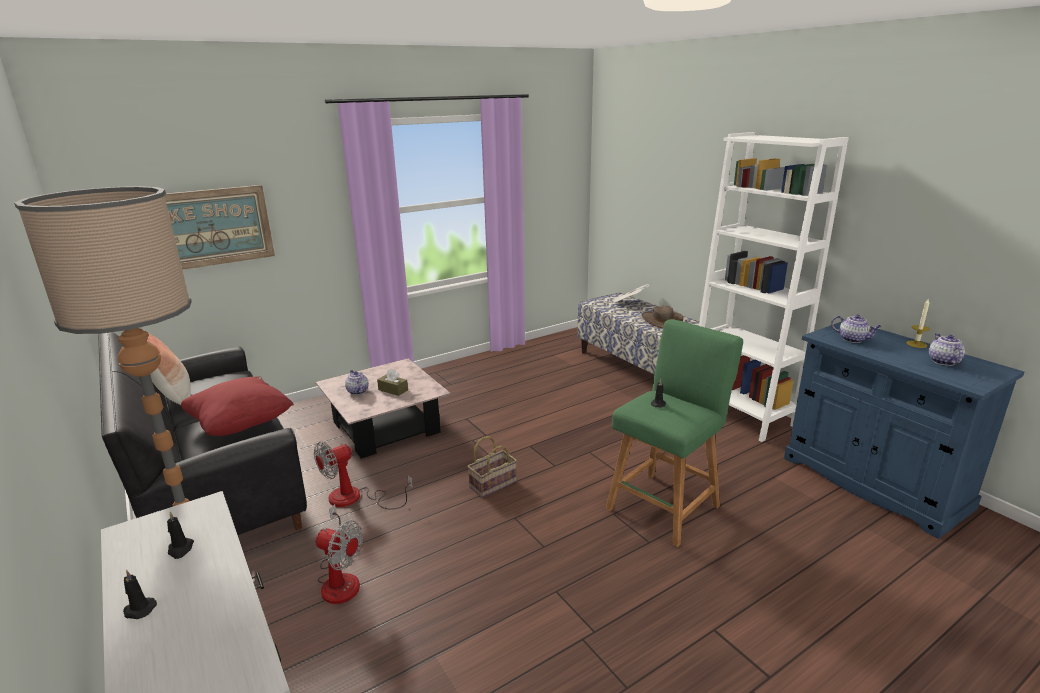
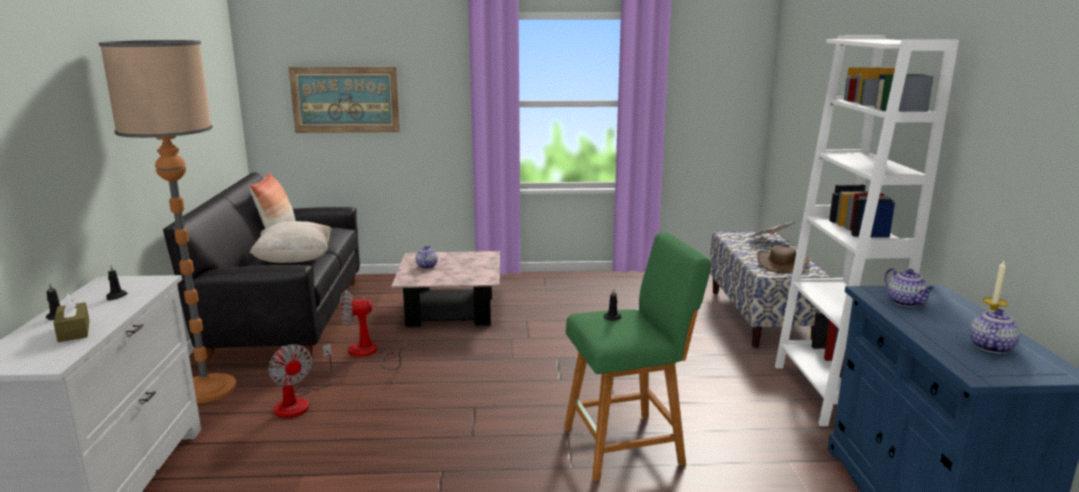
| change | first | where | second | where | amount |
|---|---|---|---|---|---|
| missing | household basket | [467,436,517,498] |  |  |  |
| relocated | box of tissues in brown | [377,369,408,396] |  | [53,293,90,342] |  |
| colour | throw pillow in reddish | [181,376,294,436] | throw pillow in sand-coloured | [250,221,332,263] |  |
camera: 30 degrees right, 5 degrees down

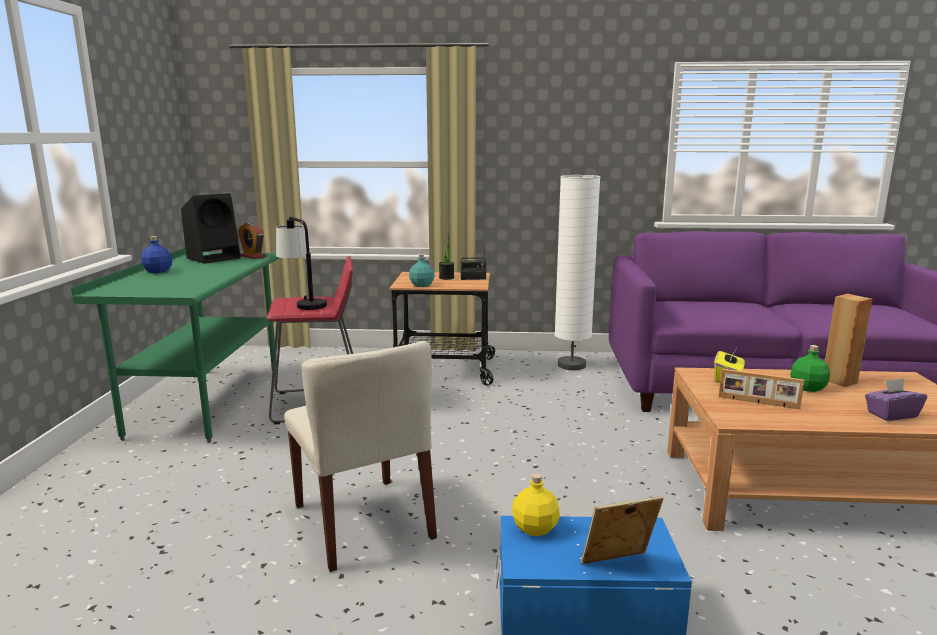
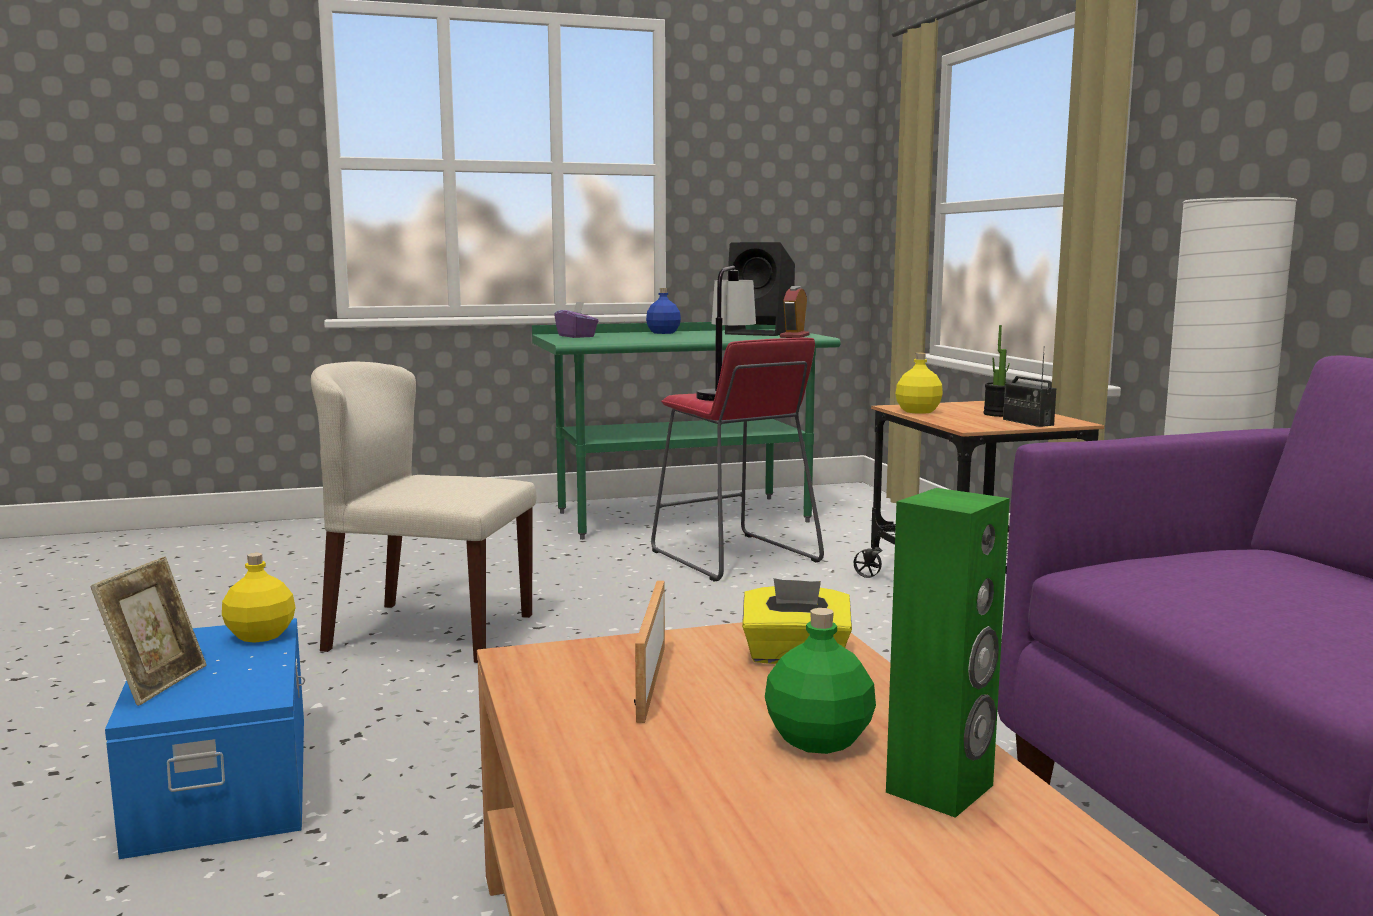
| change | first | where | second | where | amount |
|---|---|---|---|---|---|
| relocated | box of tissues in purplish | [865,378,927,421] |  | [554,302,599,338] |  |
| colour | beverage bottle in turquoise | [409,254,435,287] | beverage bottle in yellow-coloured | [895,353,943,414] |  |
| colour | audio speaker in brown | [825,294,872,387] | audio speaker in green-coloured | [886,488,1010,818] |  |
| spun | upright chair in sand-coloured | [284,341,437,572] |  | [311,362,536,663] | 60 degrees clockwise |
| spun | picture frame | [581,496,664,564] |  | [90,557,207,706] | 45 degrees clockwise |
camera: 70 degrees right, 5 degrees down

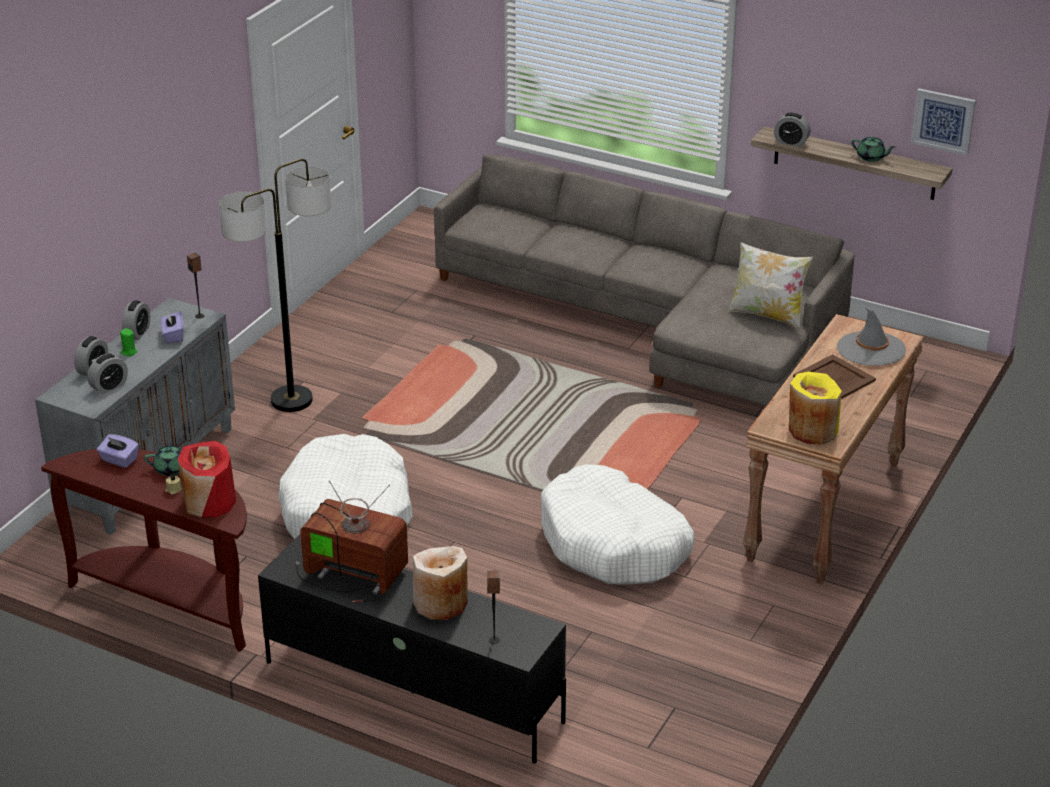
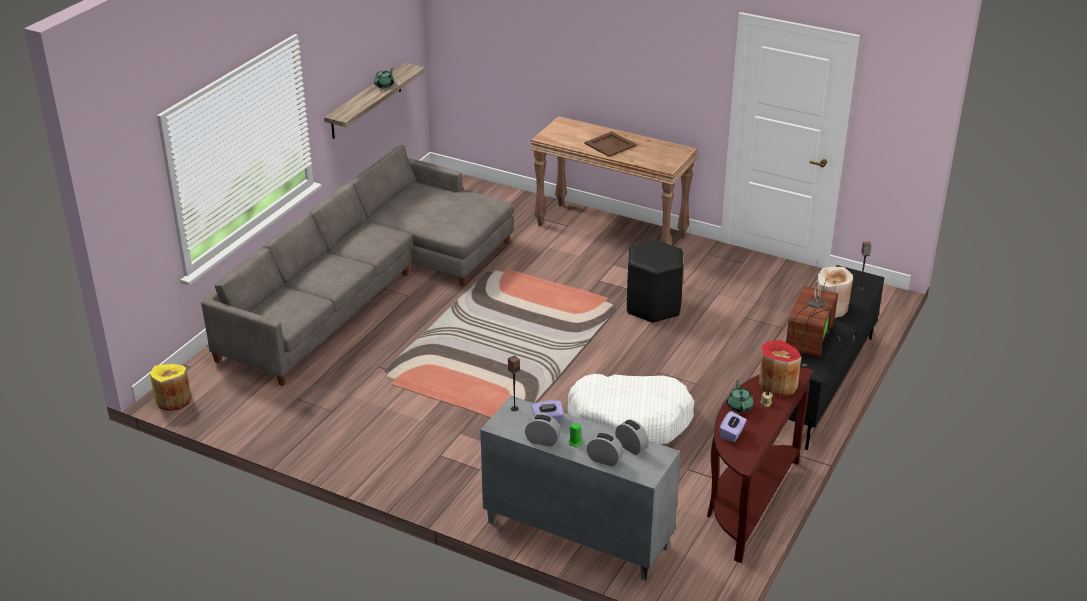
| change | first | where | second | where | amount |
|---|---|---|---|---|---|
| missing | floor lamp | [219,159,331,412] |  |  |  |
| missing | throw pillow | [728,242,813,329] |  |  |  |
| missing | bedside clock | [774,113,810,147] |  |  |  |
| missing | wearable hat in greyish | [837,308,906,366] |  |  |  |
| missing | wall picture | [911,88,976,156] |  |  |  |
| relocated | decorative vase in yellow-coloured | [789,372,842,445] |  | [150,364,192,411] |  |
| exchanged | dog cushion in white | [541,464,695,585] | stool seat in black | [627,240,683,323] |  |
camera: 90 degrees left, 0 degrees up

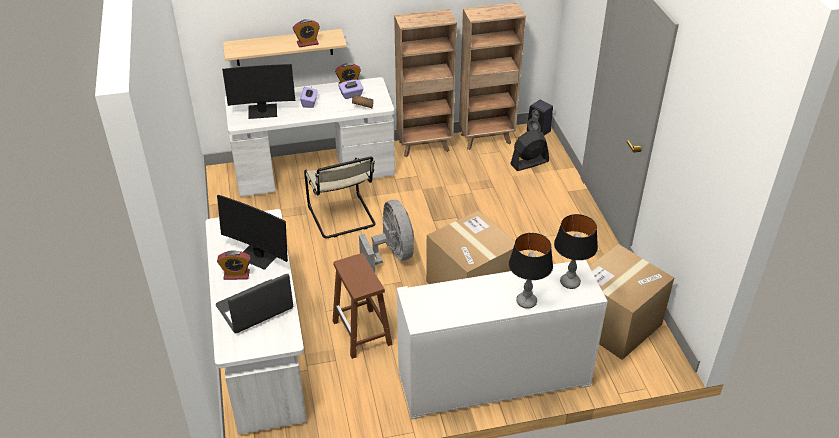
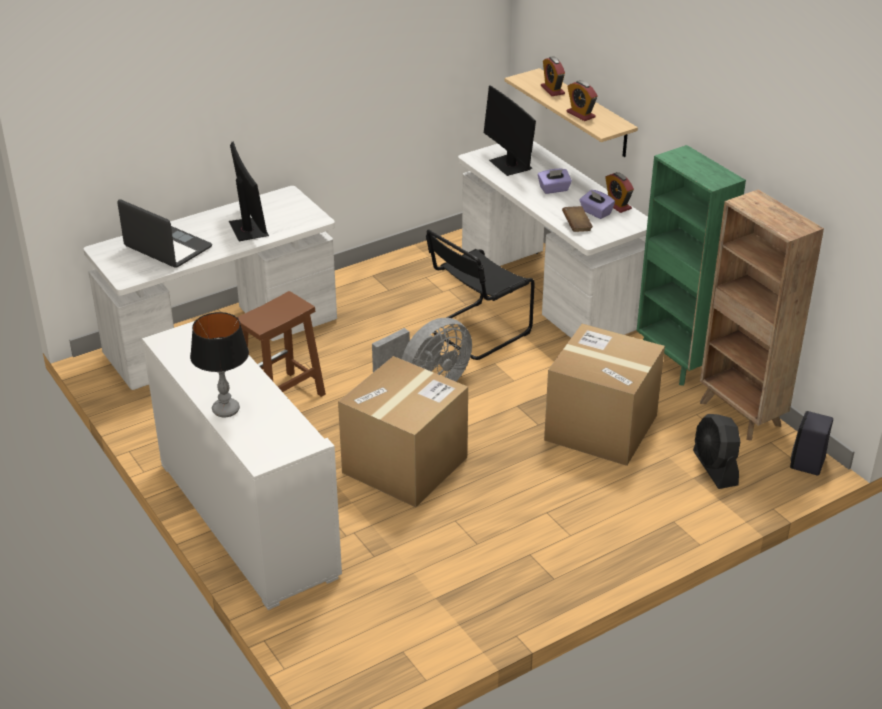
| change | first | where | second | where | amount |
|---|---|---|---|---|---|
| missing | lamp for a table | [554,214,598,289] |  |  |  |
| relocated | bedside clock | [217,250,251,280] |  | [541,56,565,96] |  |
| relocated | packing box | [589,244,674,360] |  | [544,324,665,466] |  |
| colour | upright chair in sand-coloured | [304,156,375,238] | upright chair in black | [426,230,535,360] |  |
| colour | shelving unit in brown | [394,9,457,157] | shelving unit in green-coloured | [637,145,746,386] |  |
| spun | monitor | [217,195,288,270] |  | [229,141,269,241] | 150 degrees clockwise |
| spun | cooling fan in black | [510,130,549,171] |  | [693,414,740,489] | 150 degrees counterclockwise |
camera: 70 degrees right, 5 degrees down

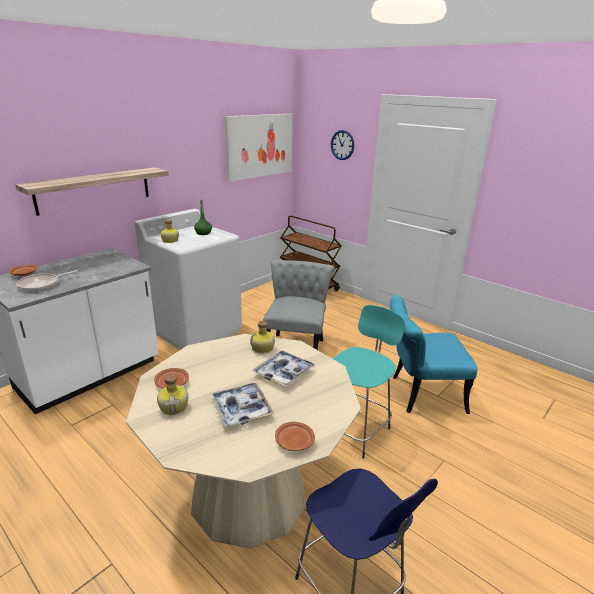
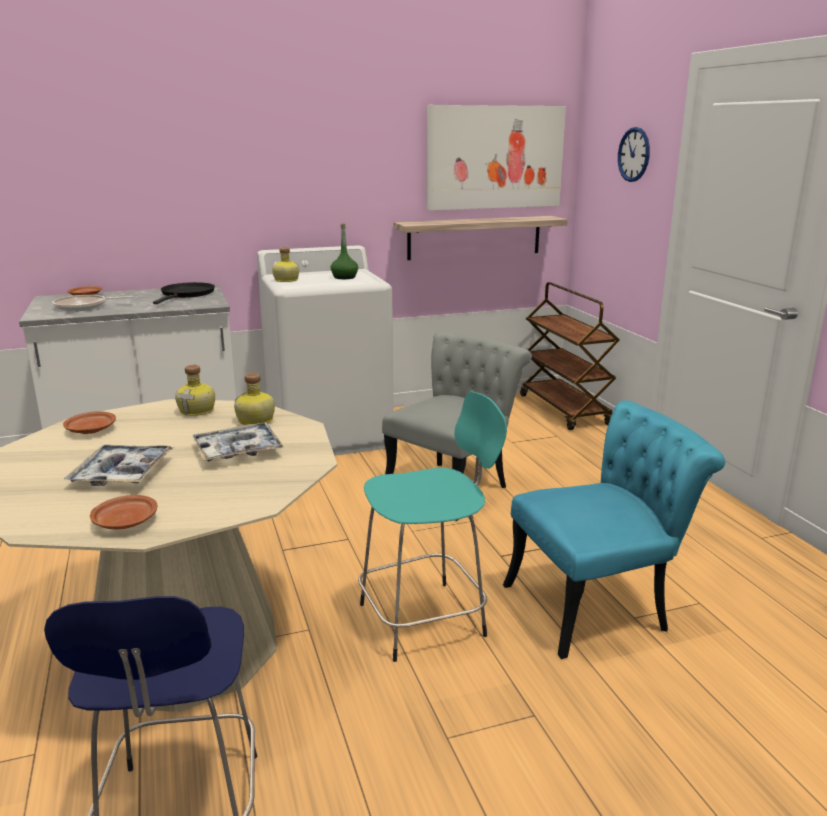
| change | first | where | second | where | amount |
|---|---|---|---|---|---|
| appeared |  |  | pan in black | [153,282,215,304] |  |
| relocated | bracket shelf | [15,167,169,216] |  | [394,216,568,260] |  |
| relocated | beverage bottle | [157,374,188,415] |  | [175,365,215,416] |  |
| spun | upright chair in turquoise | [390,295,477,414] |  | [503,400,725,659] | 135 degrees clockwise |
camera: 30 degrees right, 5 degrees down

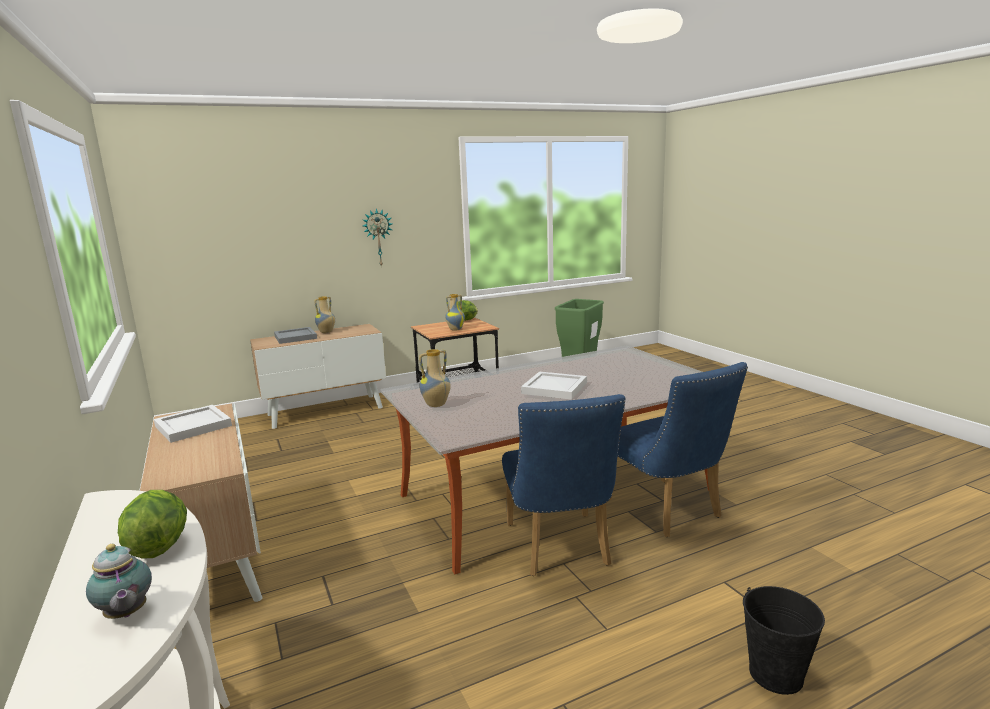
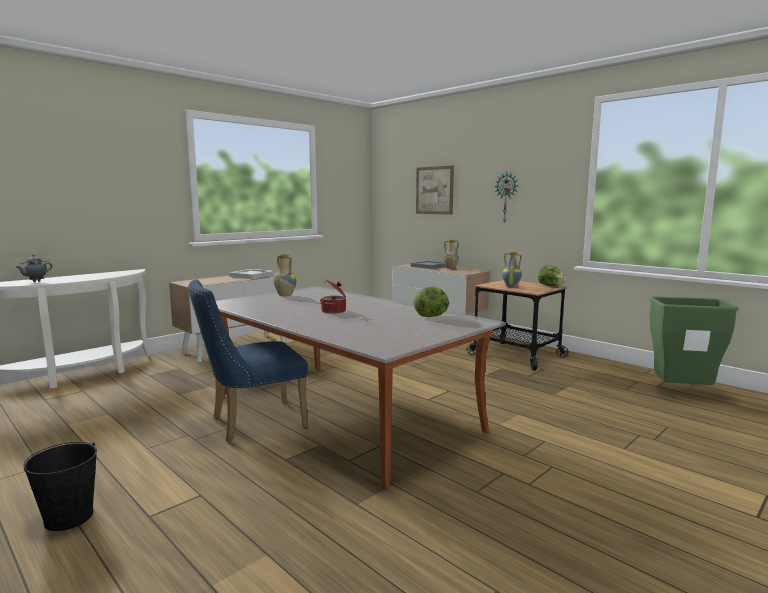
| change | first | where | second | where | amount |
|---|---|---|---|---|---|
| missing | upright chair in blue | [610,362,748,537] |  |  |  |
| appeared |  |  | wall picture | [416,166,454,215] |  |
| relocated | head of lettuce | [118,490,187,559] |  | [414,286,449,317] |  |
| exchanged | carrying tray in white | [521,371,587,400] | stockpot | [320,279,346,314] |  |
camera: 70 degrees right, 5 degrees down

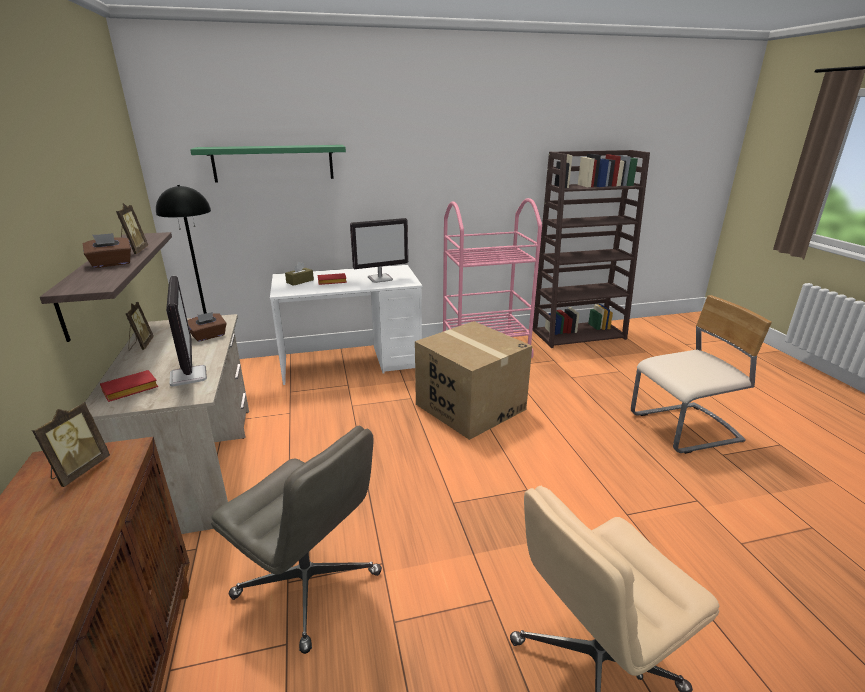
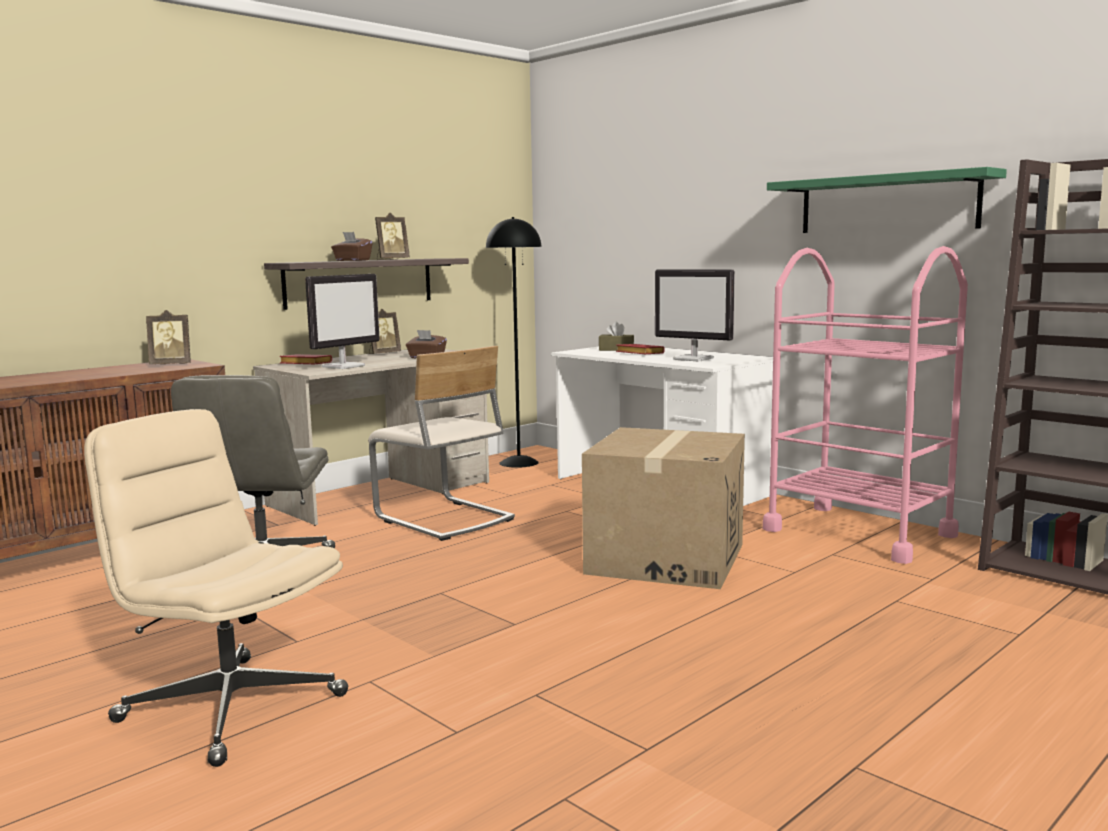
| change | first | where | second | where | amount |
|---|---|---|---|---|---|
| relocated | bracket shelf in green-coloured | [190,145,346,182] |  | [767,167,1007,233] |  |
| relocated | upright chair in sand-coloured | [631,295,772,454] |  | [368,346,515,541] |  |
camera: 60 degrees right, 15 degrees down

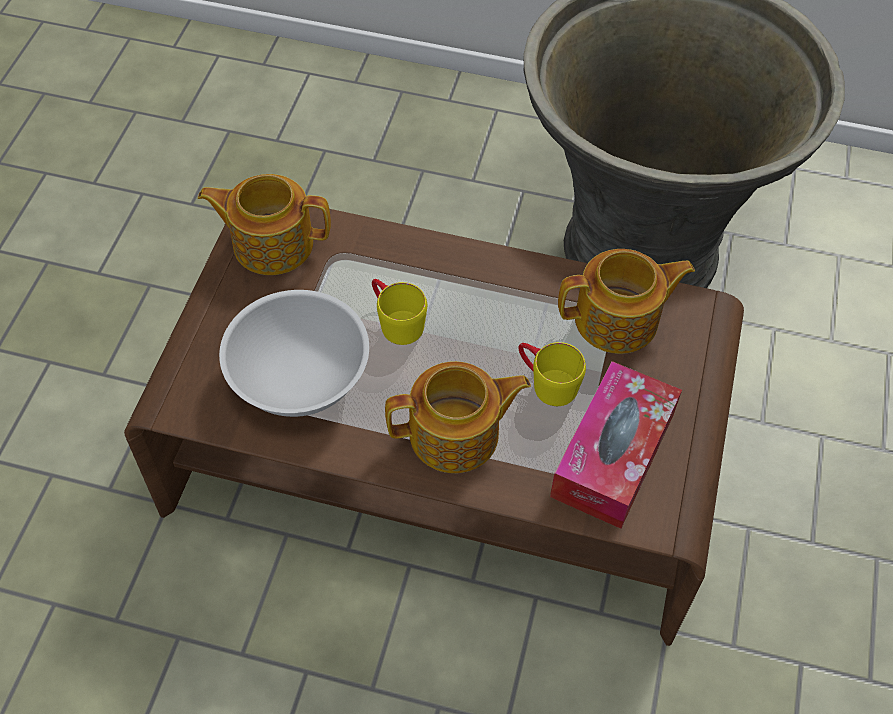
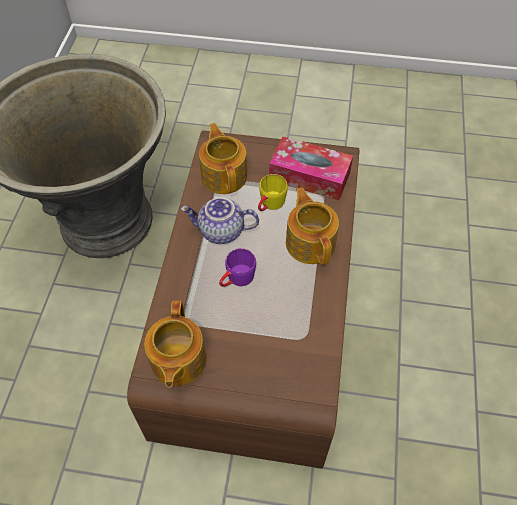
| change | first | where | second | where | amount |
|---|---|---|---|---|---|
| missing | bowl in white | [219,290,369,417] |  |  |  |
| appeared |  |  | tea pot | [181,197,259,244] |  |
| colour | tea mug in yellow-coloured | [372,279,427,345] | tea mug in purplish | [219,248,256,287] |  |
camera: 95 degrees left, 0 degrees up

